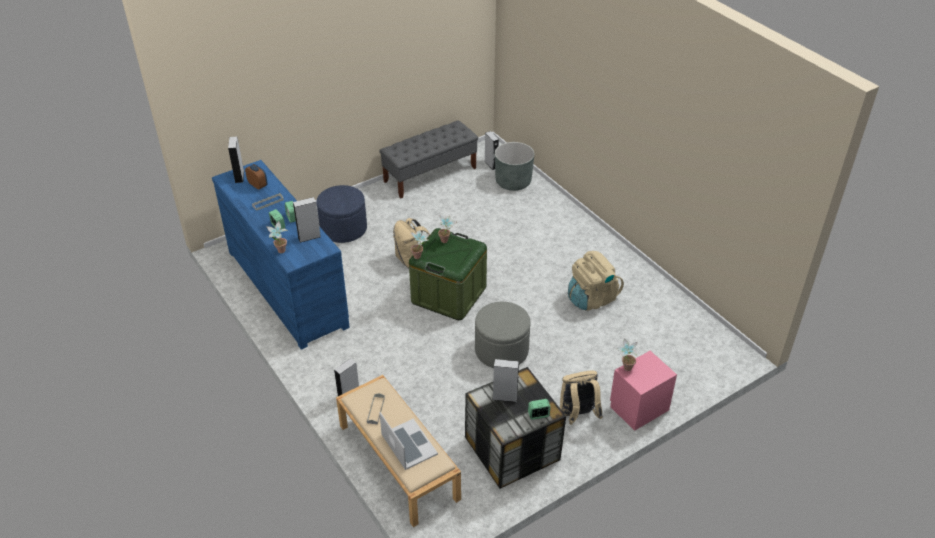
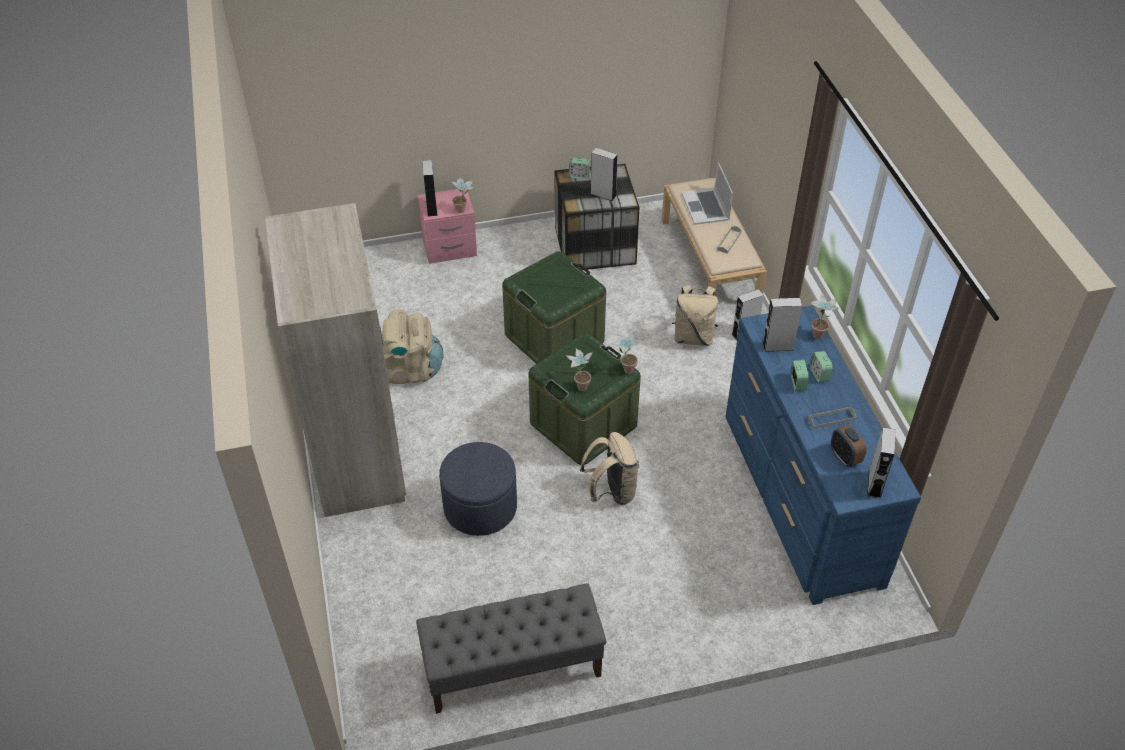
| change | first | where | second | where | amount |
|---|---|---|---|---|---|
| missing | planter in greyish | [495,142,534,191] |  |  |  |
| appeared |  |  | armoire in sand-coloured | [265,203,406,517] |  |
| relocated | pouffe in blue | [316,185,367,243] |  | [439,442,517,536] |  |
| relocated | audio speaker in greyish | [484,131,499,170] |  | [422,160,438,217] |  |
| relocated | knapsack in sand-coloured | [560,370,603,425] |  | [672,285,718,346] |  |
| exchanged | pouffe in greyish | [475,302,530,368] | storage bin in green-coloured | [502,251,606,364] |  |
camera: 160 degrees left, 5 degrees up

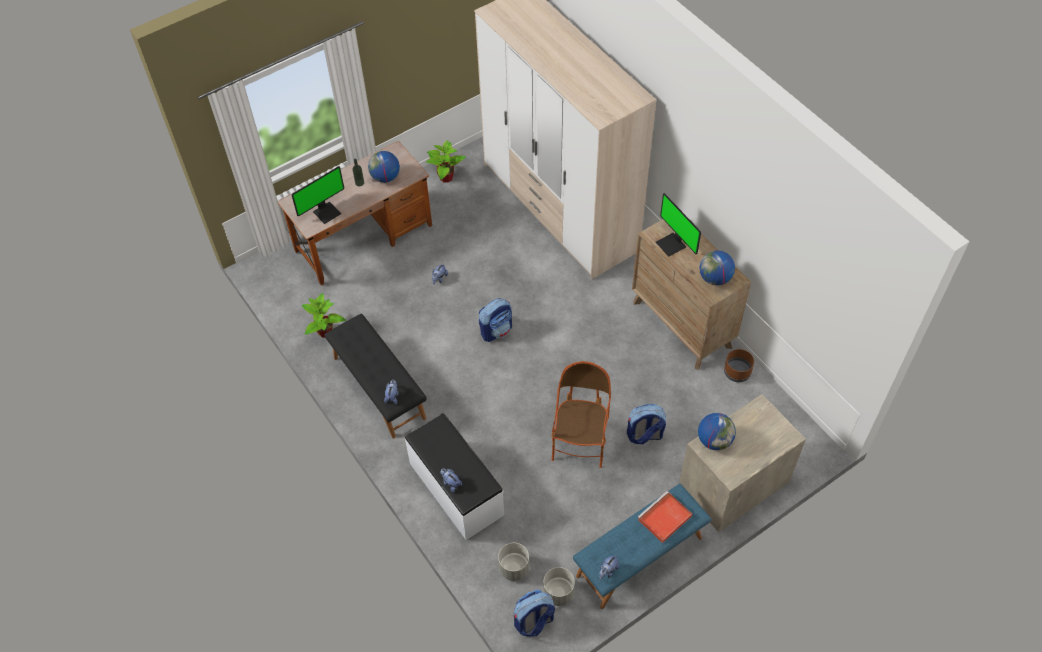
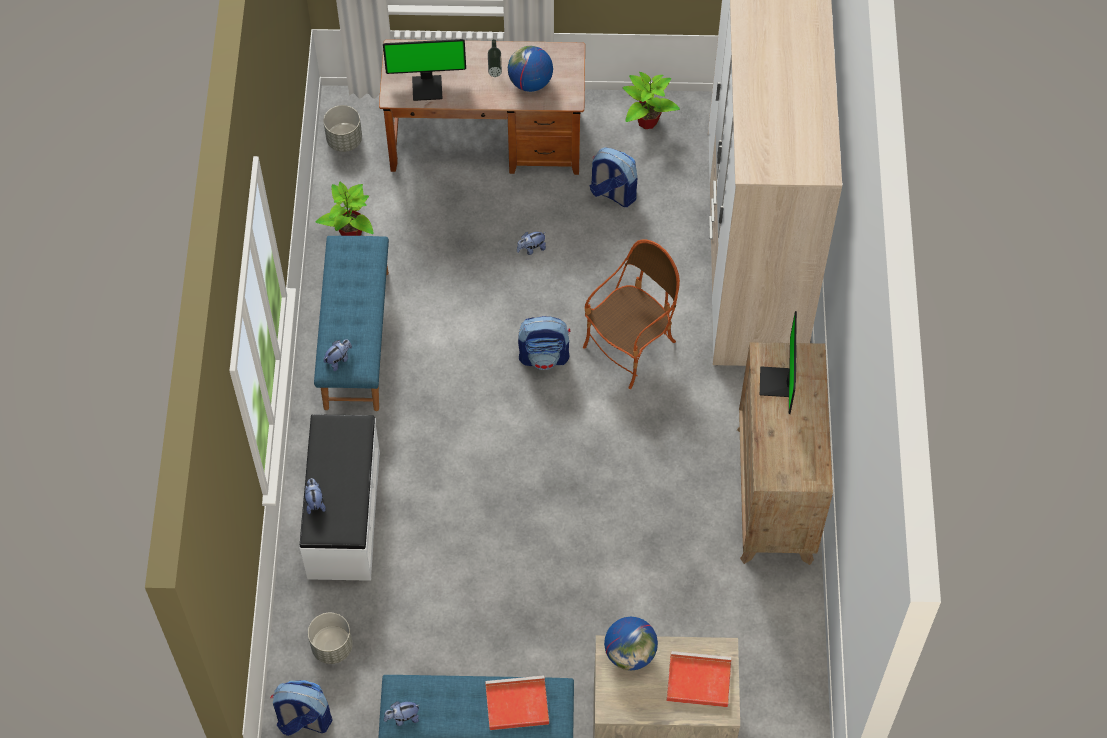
| change | first | where | second | where | amount |
|---|---|---|---|---|---|
| missing | desk globe | [699,250,735,285] |  |  |  |
| missing | planter in brown | [724,349,754,382] |  |  |  |
| appeared |  |  | carrying tray in reddish | [667,651,731,707] |  |
| relocated | planter in greyish | [544,567,575,606] |  | [323,105,362,152] |  |
| relocated | armchair | [551,361,611,468] |  | [583,239,680,389] |  |
| relocated | knapsack | [627,404,666,444] |  | [590,147,637,207] |  |
| colour | bench in black | [324,314,427,439] | bench in blue | [314,236,389,411] |  |
camera: 35 degrees right, 5 degrees up

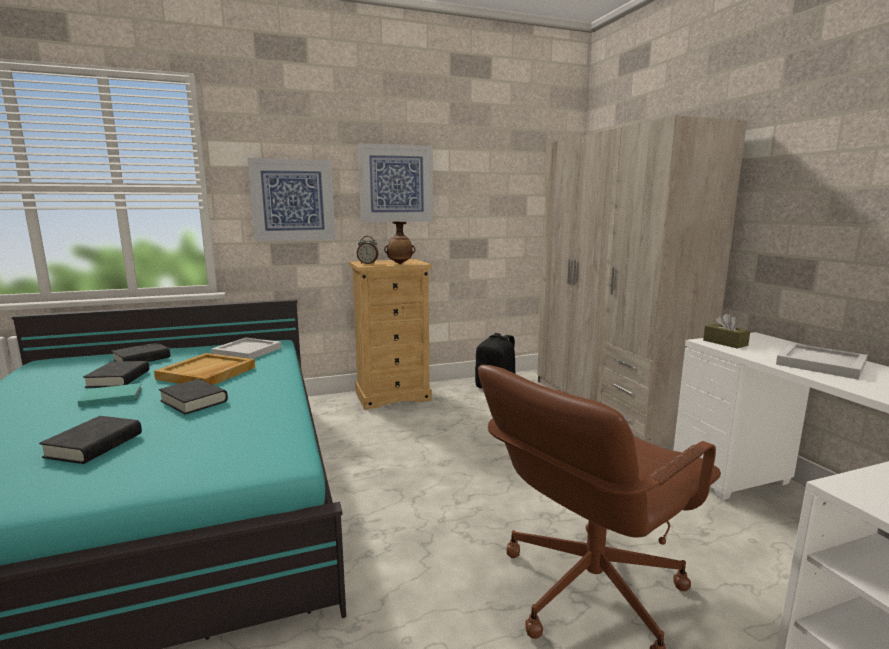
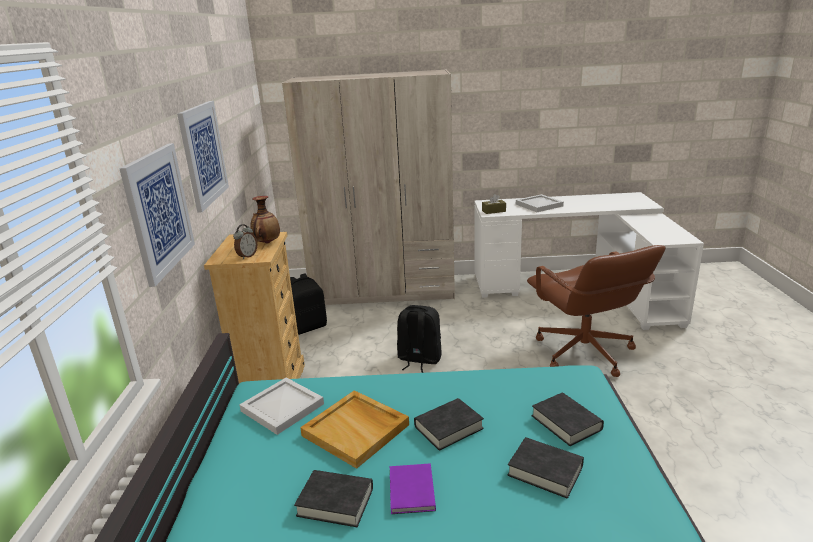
| change | first | where | second | where | amount |
|---|---|---|---|---|---|
| appeared |  |  | knapsack in black | [397,305,442,373] |  |
| relocated | bound book in black | [112,342,170,362] |  | [532,393,604,446] |  |
| colour | bound book in turquoise | [78,383,142,407] | bound book in purplish | [390,463,436,514] |  |
camera: 70 degrees left, 10 degrees up

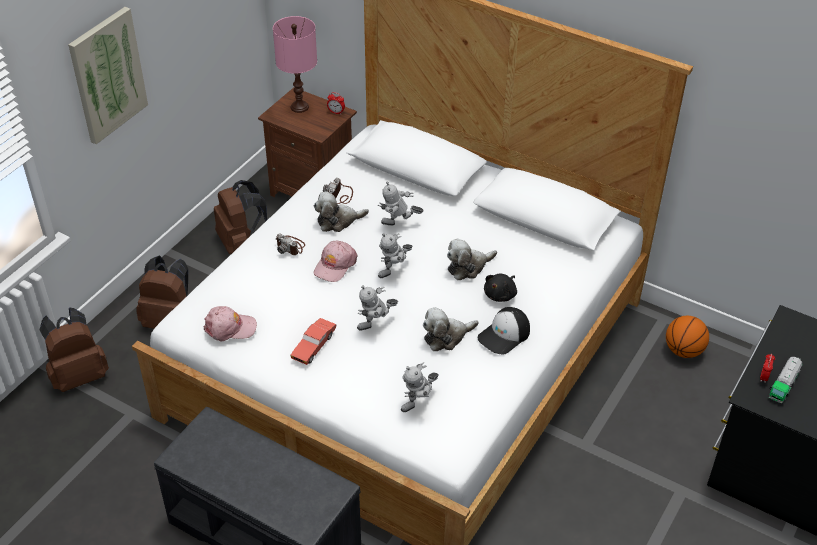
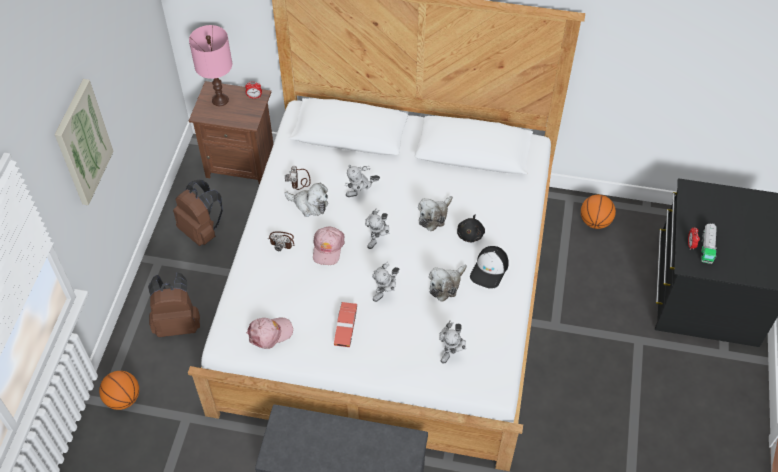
| change | first | where | second | where | amount |
|---|---|---|---|---|---|
| exchanged | knapsack in brown | [40,308,109,392] | basketball ball | [99,371,139,410] |  |
| spun | soft toy | [314,192,369,232] |  | [284,183,328,217] | 120 degrees counterclockwise |
camera: 20 degrees left, 10 degrees up

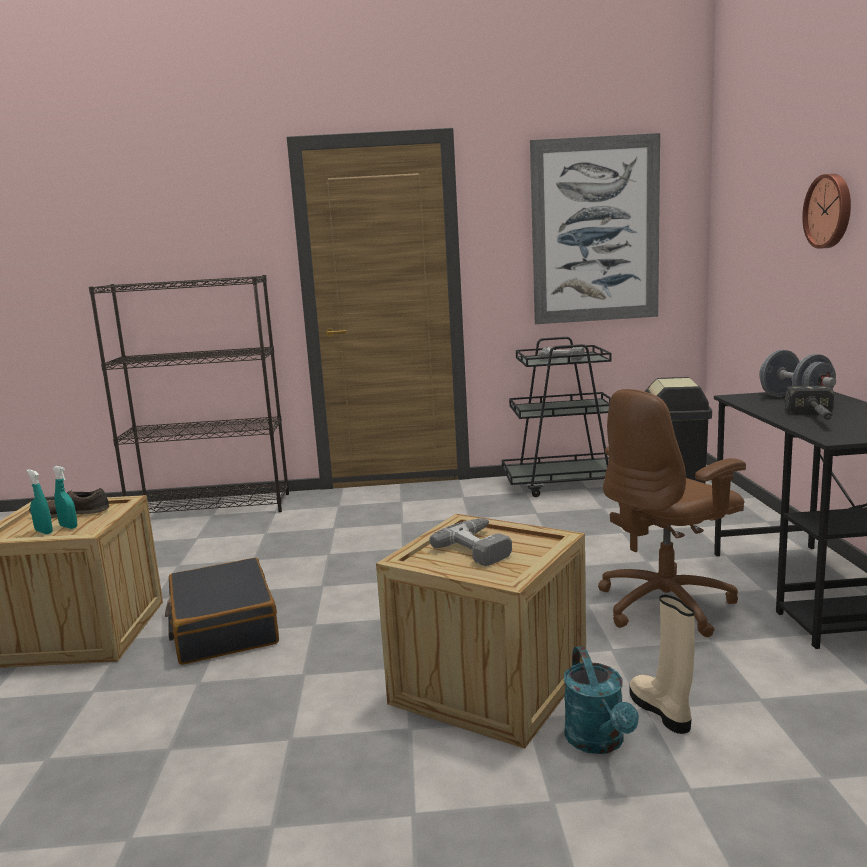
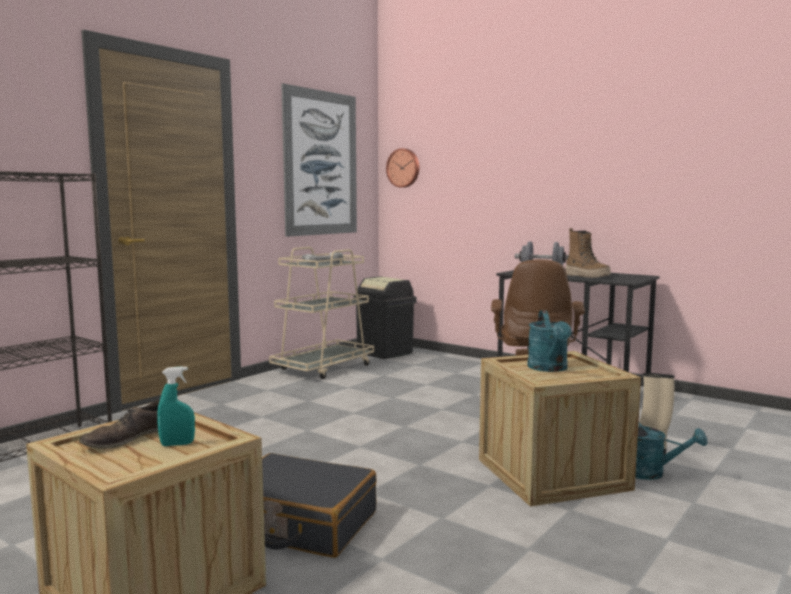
| change | first | where | second | where | amount |
|---|---|---|---|---|---|
| missing | spray bottle in turquoise | [26,470,53,534] |  |  |  |
| relocated | wall clock | [802,174,851,249] |  | [386,148,419,188] |  |
| exchanged | drill | [429,518,512,566] | watering pot in turquoise | [527,310,572,372] |  |
| exchanged | hammer | [785,385,834,420] | high-top boot | [566,228,611,278] |  |
| colour | wheeled cart in black | [502,337,611,497] | wheeled cart in sand-coloured | [269,247,374,379] |  |
camera: 50 degrees left, 5 degrees down

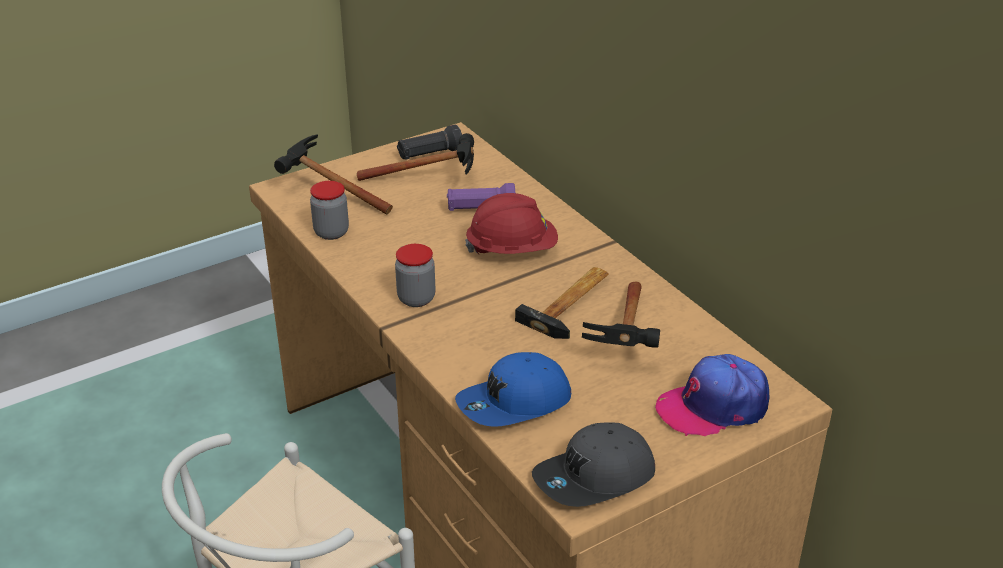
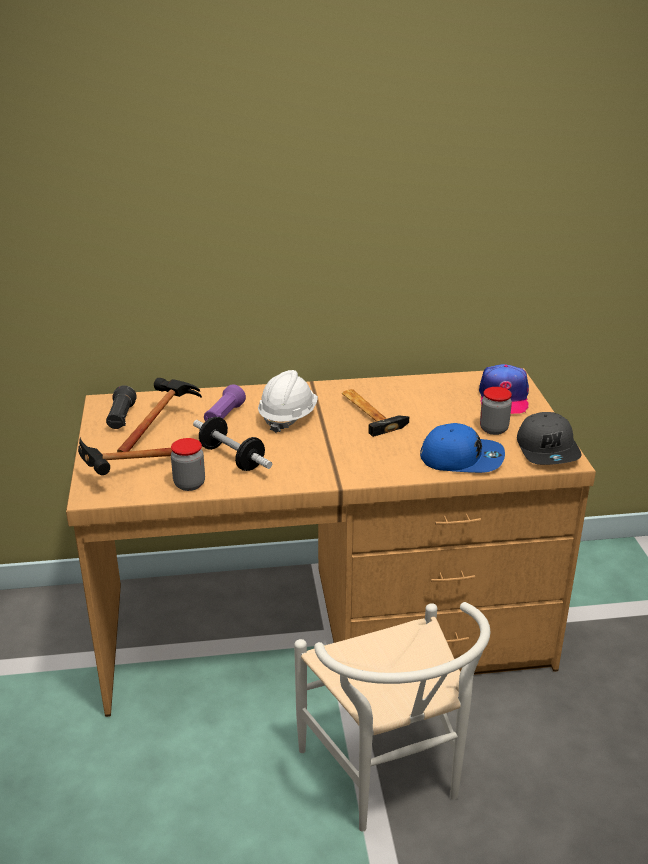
| change | first | where | second | where | amount |
|---|---|---|---|---|---|
| missing | hammer | [582,282,660,348] |  |  |  |
| appeared |  |  | dumbbell | [193,417,272,471] |  |
| relocated | storage jar | [395,244,436,307] |  | [480,387,512,435] |  |
| colour | work helmet in reddish | [465,193,558,254] | work helmet in white | [258,370,318,433] |  |
| spun | peaked cap in blue | [455,352,571,427] |  | [420,423,505,473] | 75 degrees counterclockwise |
camera: 65 degrees left, 5 degrees down

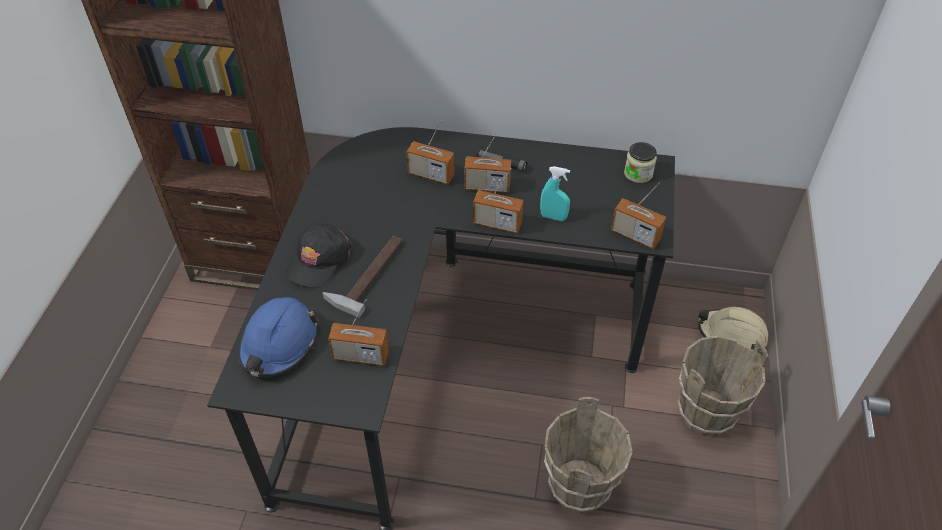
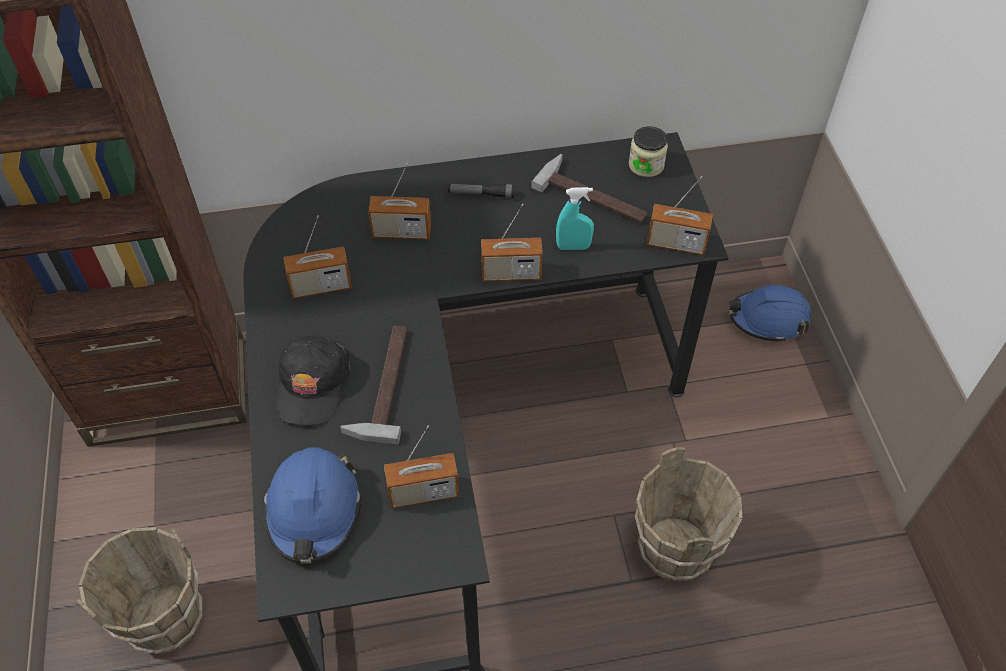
| change | first | where | second | where | amount |
|---|---|---|---|---|---|
| appeared |  |  | hammer | [531,154,647,223] |  |
| relocated | radio receiver | [464,130,511,193] |  | [283,216,352,299] |  |
| relocated | water bucket in brown | [678,335,769,436] |  | [77,527,202,654] |  |
| colour | work helmet in sand-coloured | [698,307,768,352] | work helmet in blue | [729,285,811,343] |  |
camera: 20 degrees left, 5 degrees up

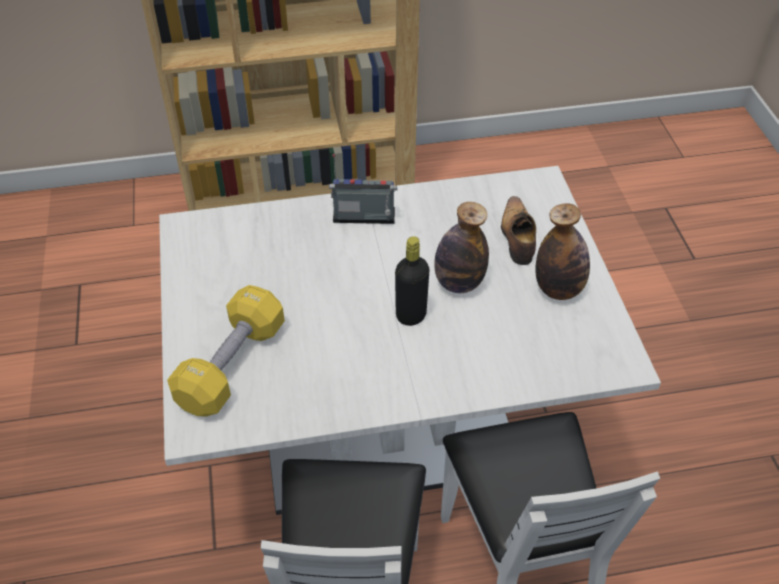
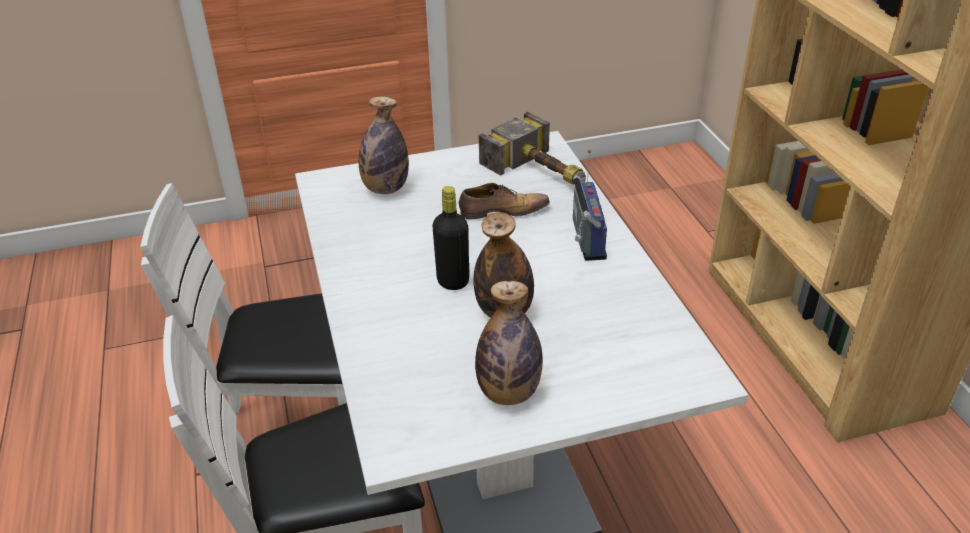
| change | first | where | second | where | amount |
|---|---|---|---|---|---|
| appeared |  |  | hammer | [479,112,586,185] |  |
| relocated | low shoe | [501,196,536,265] |  | [459,183,550,219] |  |
| exchanged | dumbbell in yellow-coloured | [167,285,285,417] | beverage bottle | [359,96,409,194] |  |
camera: 85 degrees right, 10 degrees down

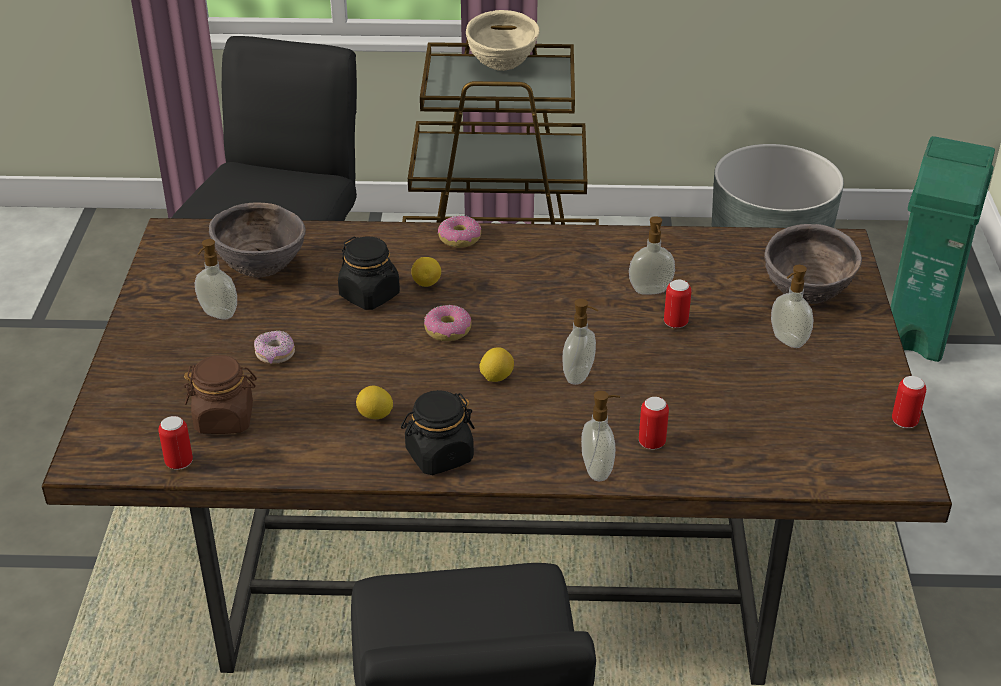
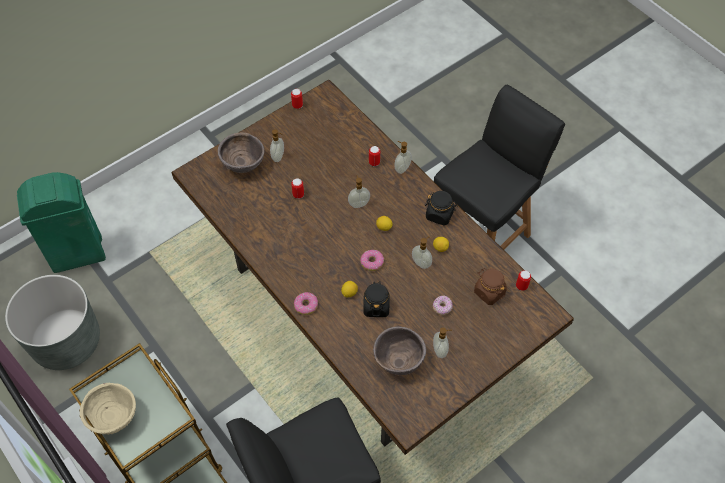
| change | first | where | second | where | amount |
|---|---|---|---|---|---|
| relocated | liquid soap bottle | [629,216,675,295] |  | [412,237,432,269] |  |
camera: 130 degrees left, 20 degrees up

